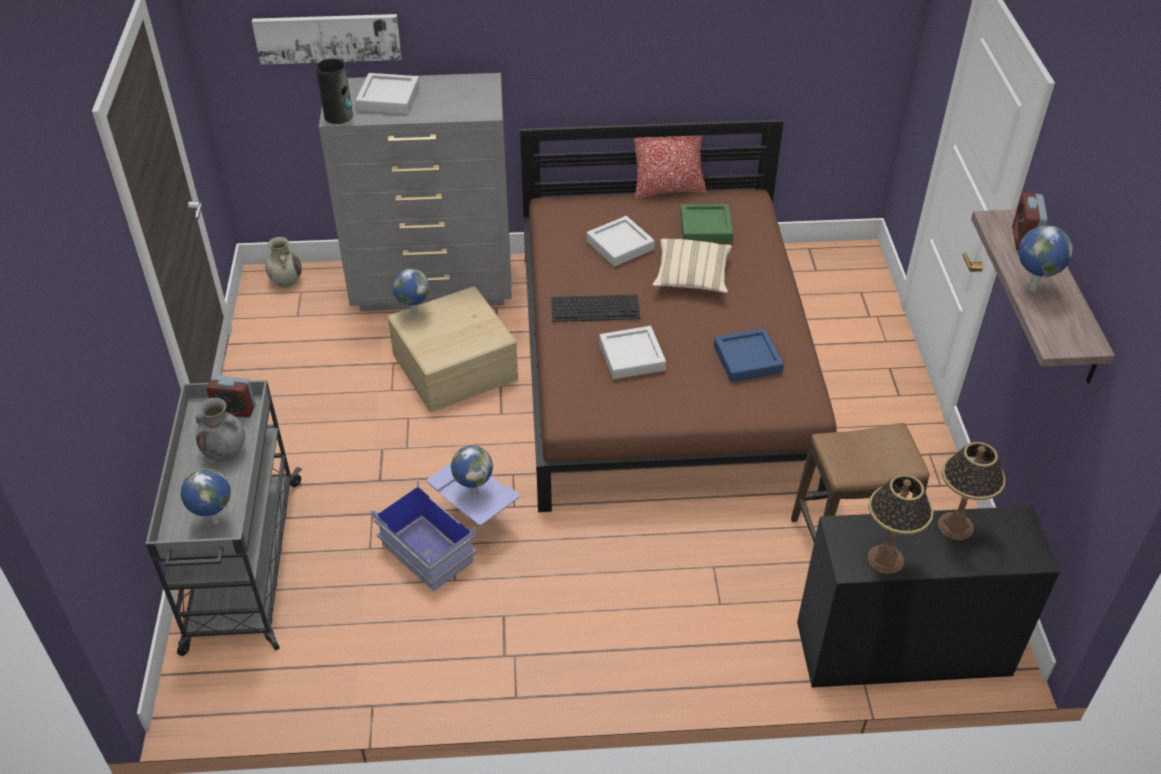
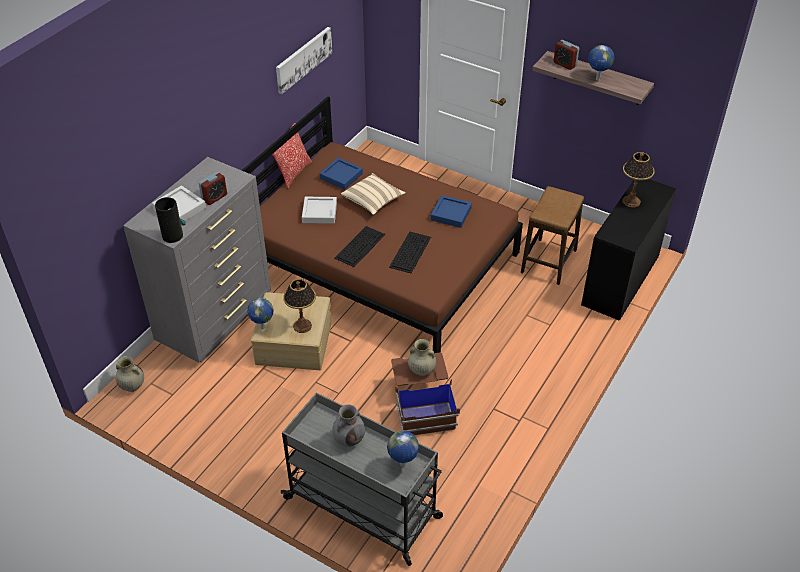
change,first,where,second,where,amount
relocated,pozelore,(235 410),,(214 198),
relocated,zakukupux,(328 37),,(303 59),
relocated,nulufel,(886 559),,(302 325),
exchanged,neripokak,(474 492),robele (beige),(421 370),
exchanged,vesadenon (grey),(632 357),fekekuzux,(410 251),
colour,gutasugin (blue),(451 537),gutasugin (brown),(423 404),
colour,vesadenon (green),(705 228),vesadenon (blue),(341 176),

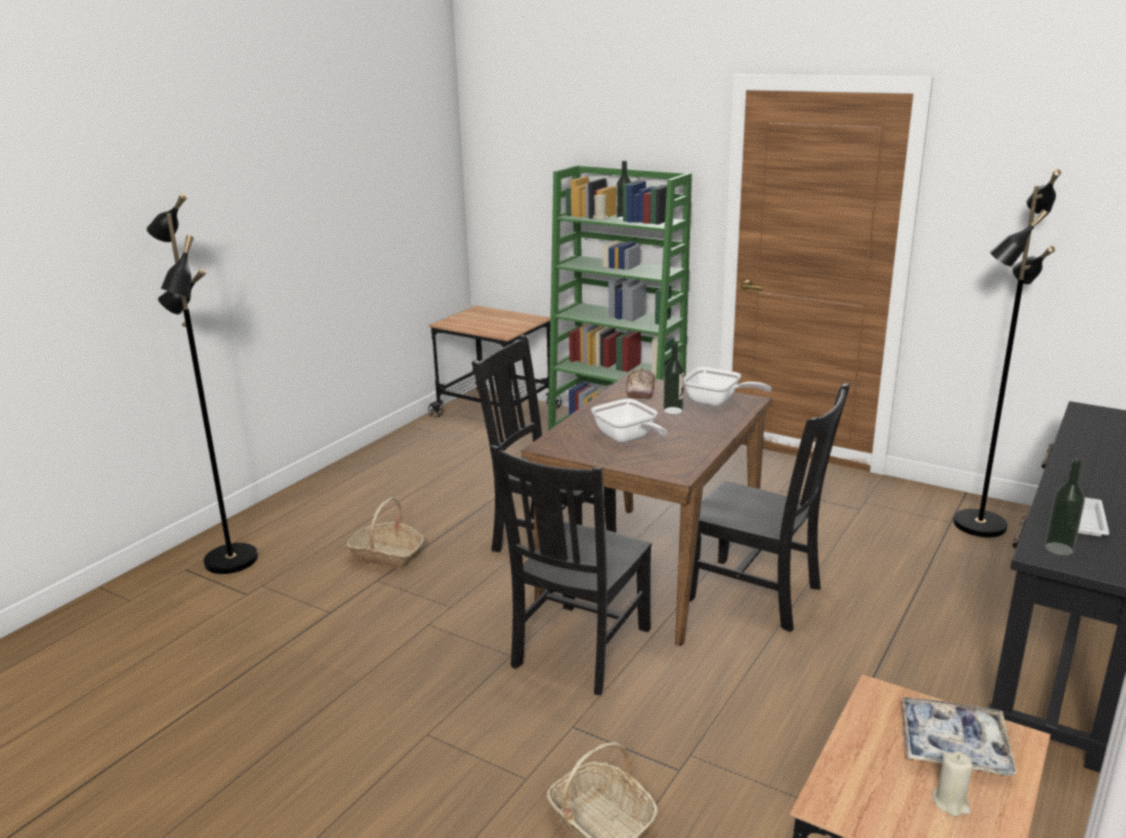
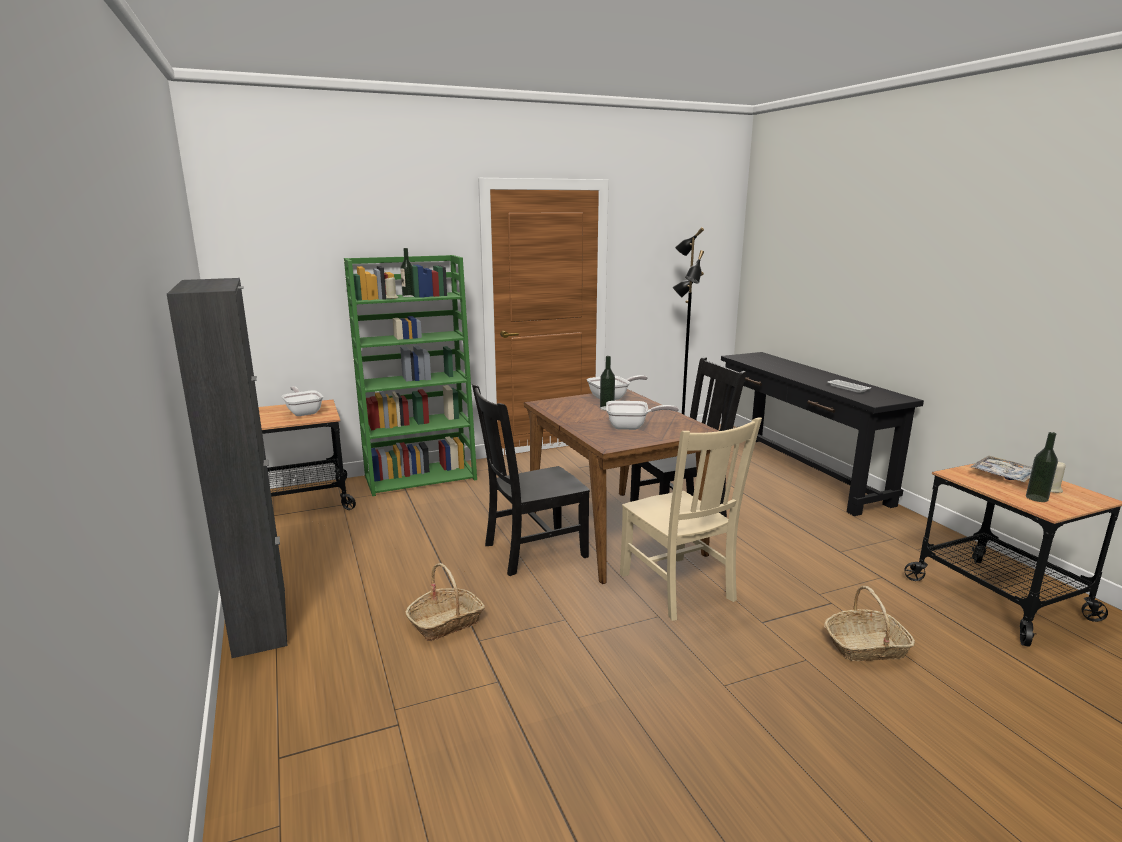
change,first,where,second,where,amount
missing,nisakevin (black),(229 560),,,
missing,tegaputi,(640 390),,,
appeared,,,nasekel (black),(260 621),
appeared,,,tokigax,(303 412),
relocated,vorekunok,(1058 549),,(1036 498),
colour,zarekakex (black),(579 650),zarekakex (beige),(678 589),

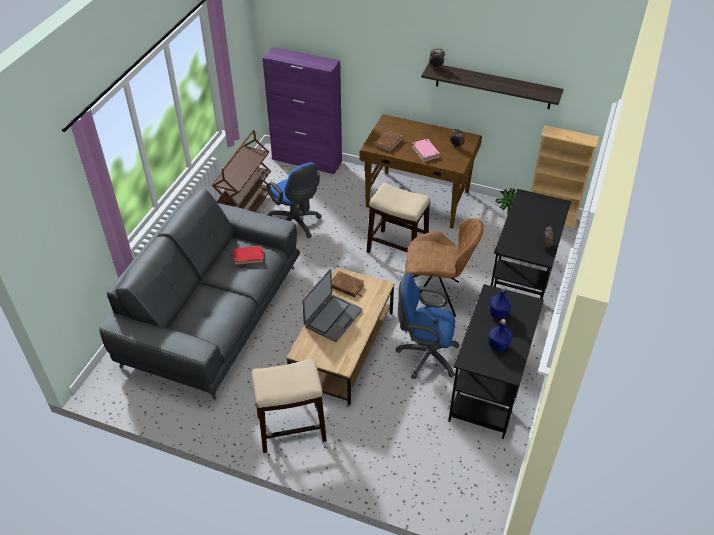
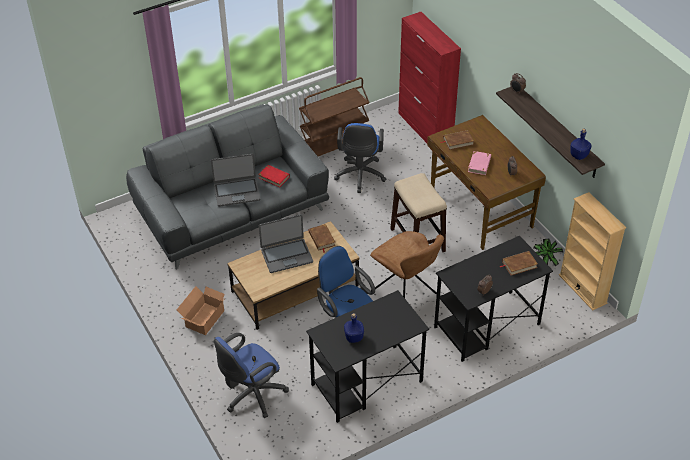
change,first,where,second,where,amount
appeared,,,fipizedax,(236 192),
appeared,,,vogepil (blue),(251 395),
appeared,,,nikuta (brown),(519 264),
relocated,vorekunok (blue),(498 313),,(579 155),
exchanged,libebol,(290 428),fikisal,(203 319),
colour,nasekel (purple),(307 160),nasekel (red),(425 129),

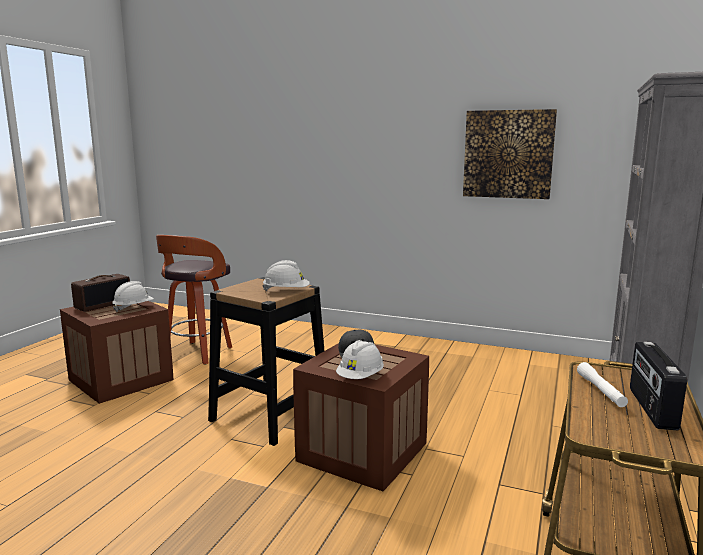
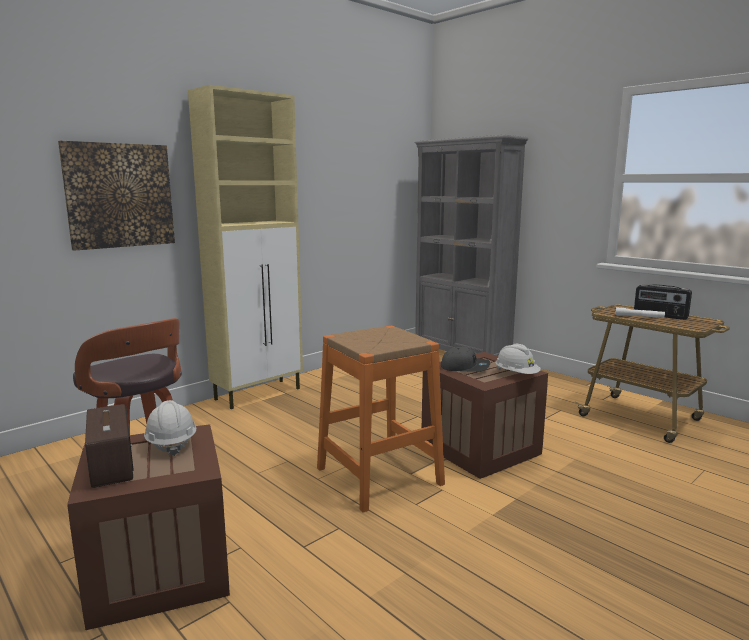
change,first,where,second,where,amount
missing,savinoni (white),(286 292),,,
appeared,,,nasekel (beige),(259 393),
relocated,zakukupux,(508 154),,(119 195),
colour,libebol (black),(270 414),libebol (orange),(379 476),

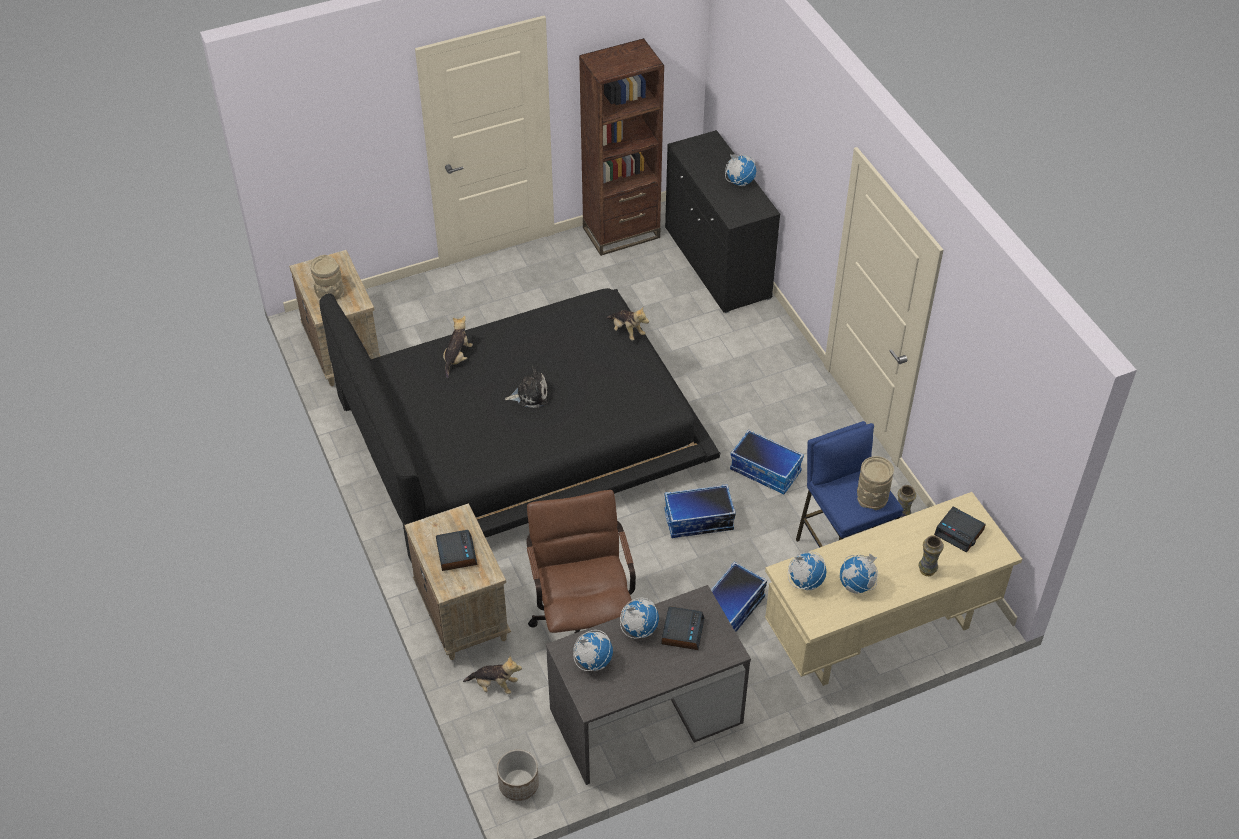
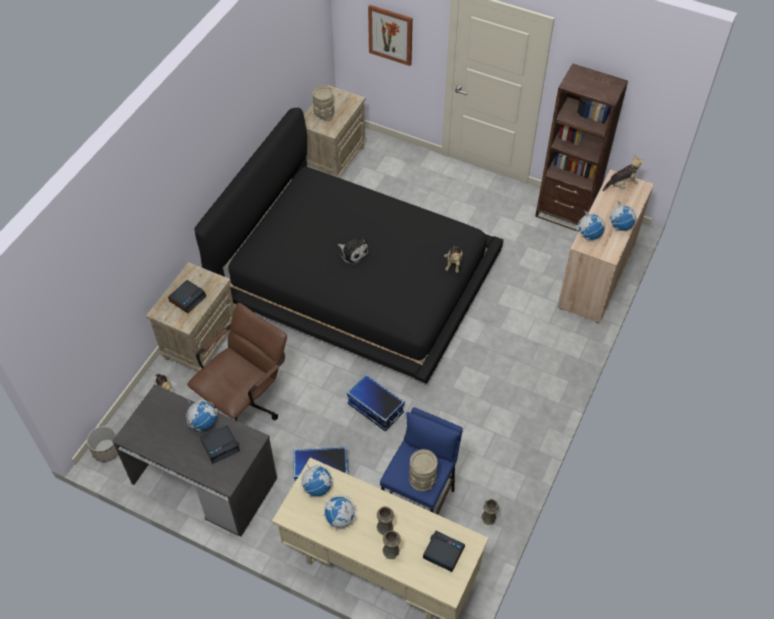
change,first,where,second,where,amount
missing,gutasugin,(766 470),,,
appeared,,,zakukupux,(390 34),
appeared,,,robele,(385 529),
relocated,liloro,(457 358),,(621 184),
relocated,neripokak,(593 661),,(589 235),
colour,nasekel (black),(717 263),nasekel (beige),(596 276),
spun,pozelore,(959 532),,(443 552),120 degrees clockwise

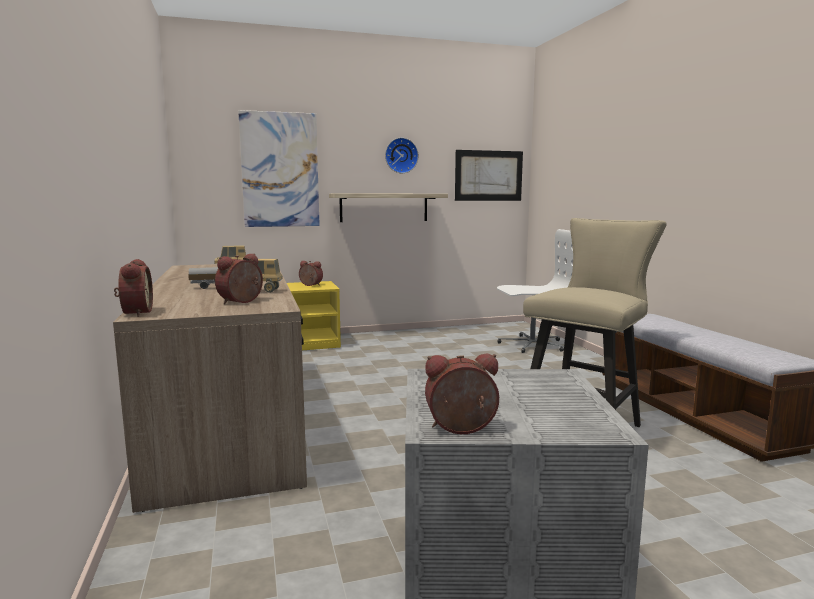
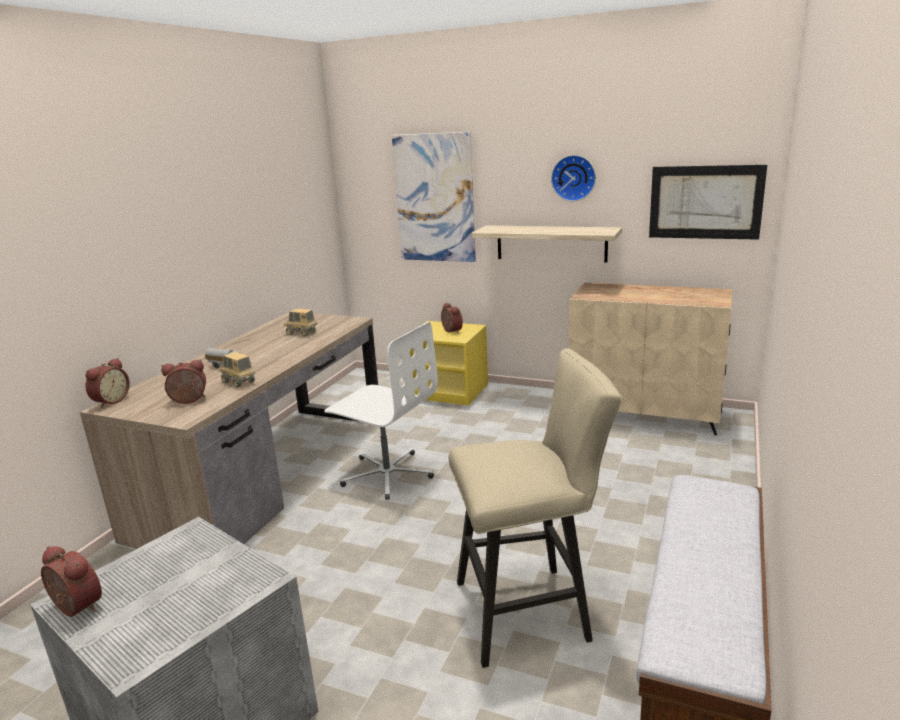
change,first,where,second,where,amount
appeared,,,nasekel (beige),(645 413),
relocated,vogepil (white),(531 344),,(387 474),

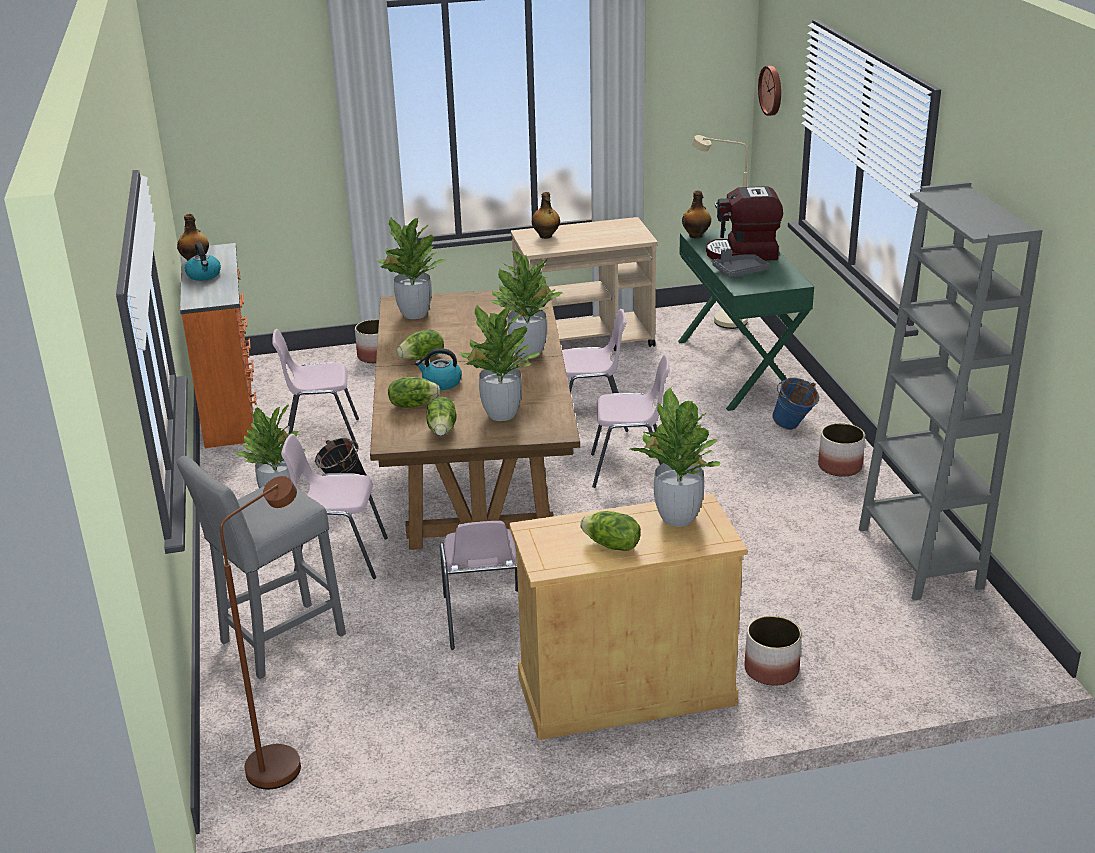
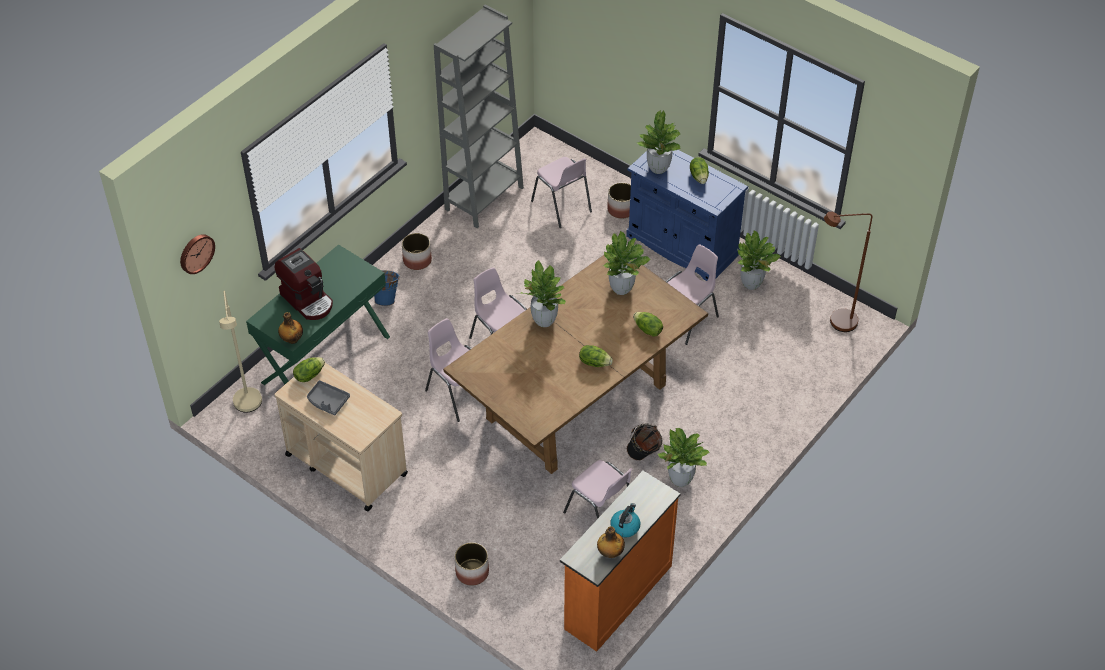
change,first,where,second,where,amount
missing,libebol (grey),(277 641),,,
missing,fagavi,(441 383),,,
missing,vorekunok,(546 236),,,
relocated,zarekakex (pink),(339 557),,(562 207),
relocated,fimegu,(414 314),,(751 284),
relocated,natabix,(443 430),,(309 375),
relocated,vesadenon (grey),(739 271),,(327 401),
colour,nasekel (beige),(625 690),nasekel (blue),(682 245),

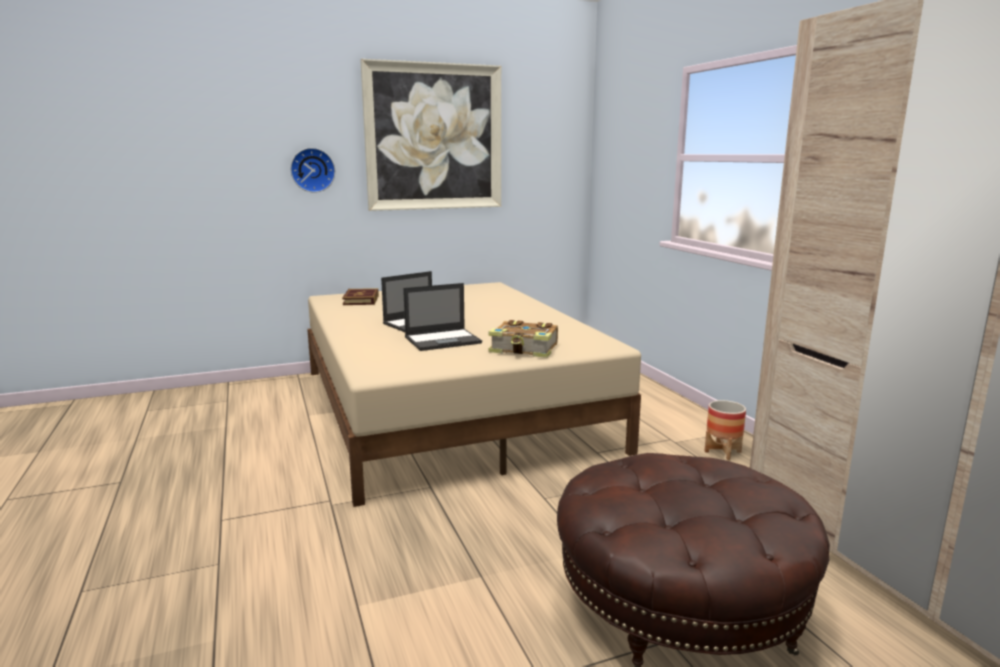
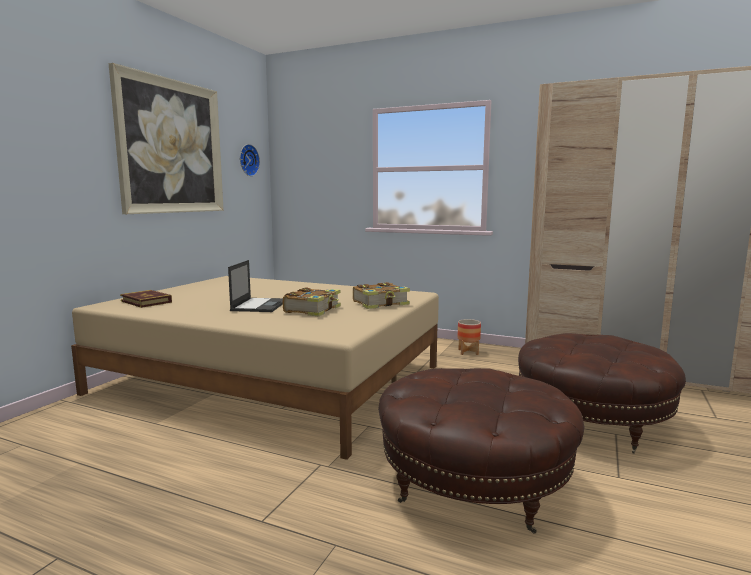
change,first,where,second,where,amount
appeared,,,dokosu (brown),(474 481),
relocated,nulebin,(312 170),,(247 160),
exchanged,fipizedax,(443 340),nikuta,(313 310),

